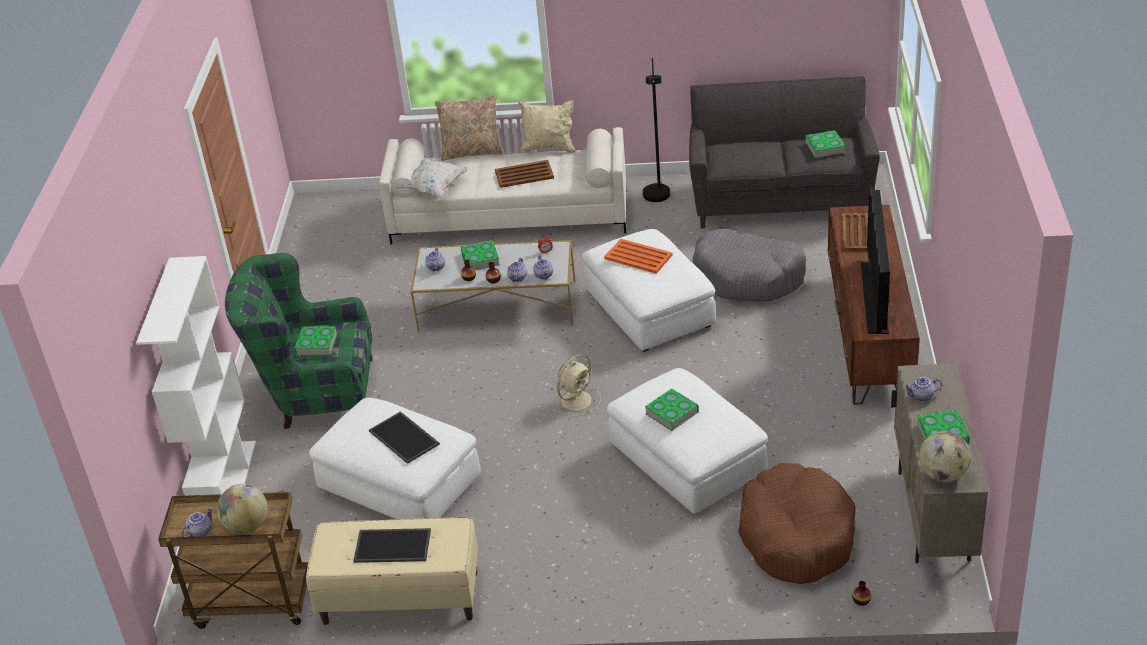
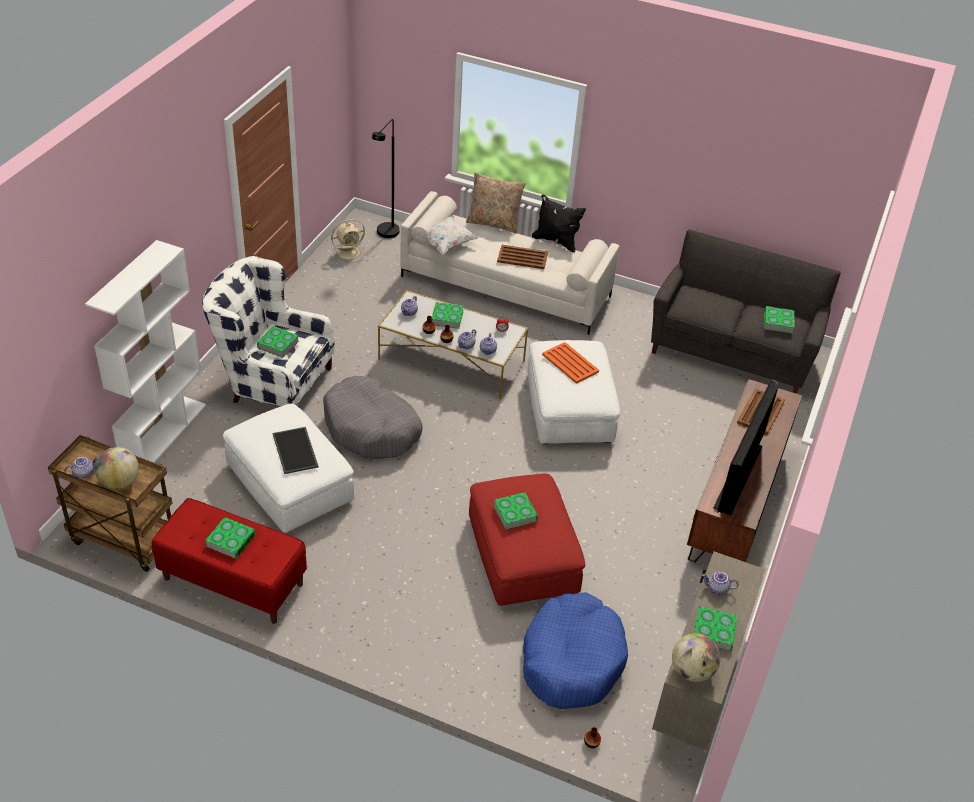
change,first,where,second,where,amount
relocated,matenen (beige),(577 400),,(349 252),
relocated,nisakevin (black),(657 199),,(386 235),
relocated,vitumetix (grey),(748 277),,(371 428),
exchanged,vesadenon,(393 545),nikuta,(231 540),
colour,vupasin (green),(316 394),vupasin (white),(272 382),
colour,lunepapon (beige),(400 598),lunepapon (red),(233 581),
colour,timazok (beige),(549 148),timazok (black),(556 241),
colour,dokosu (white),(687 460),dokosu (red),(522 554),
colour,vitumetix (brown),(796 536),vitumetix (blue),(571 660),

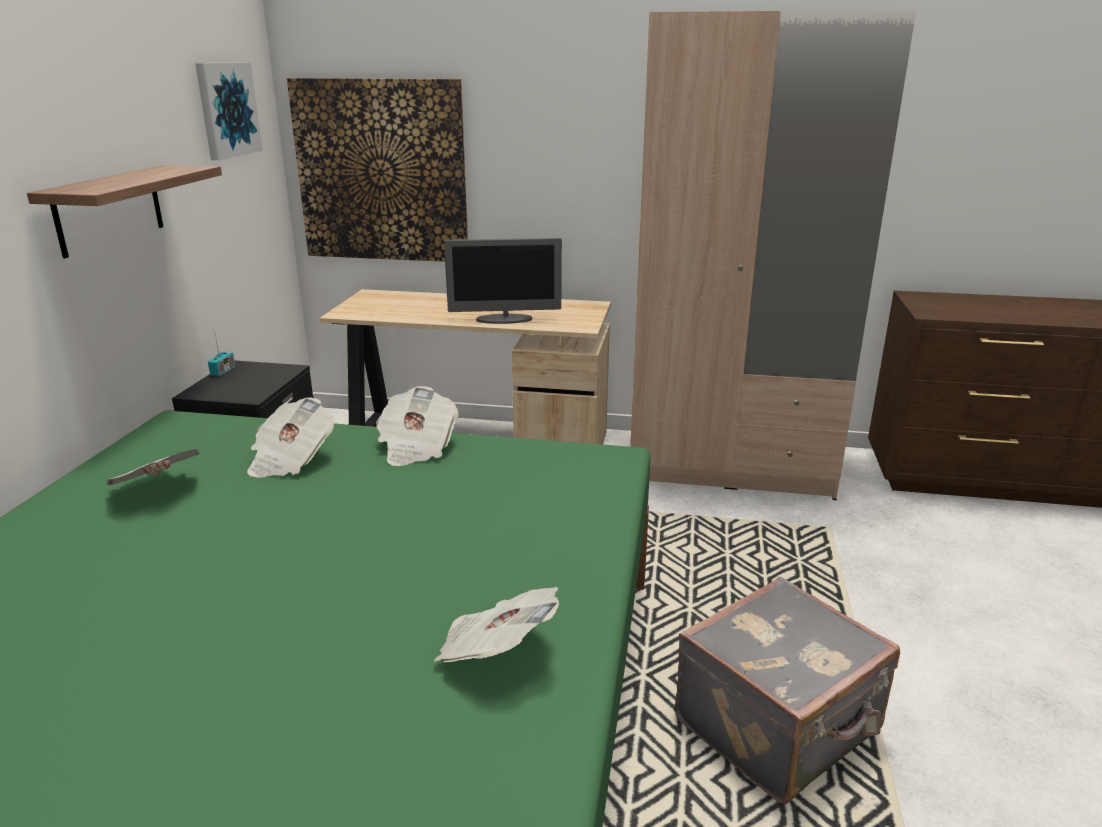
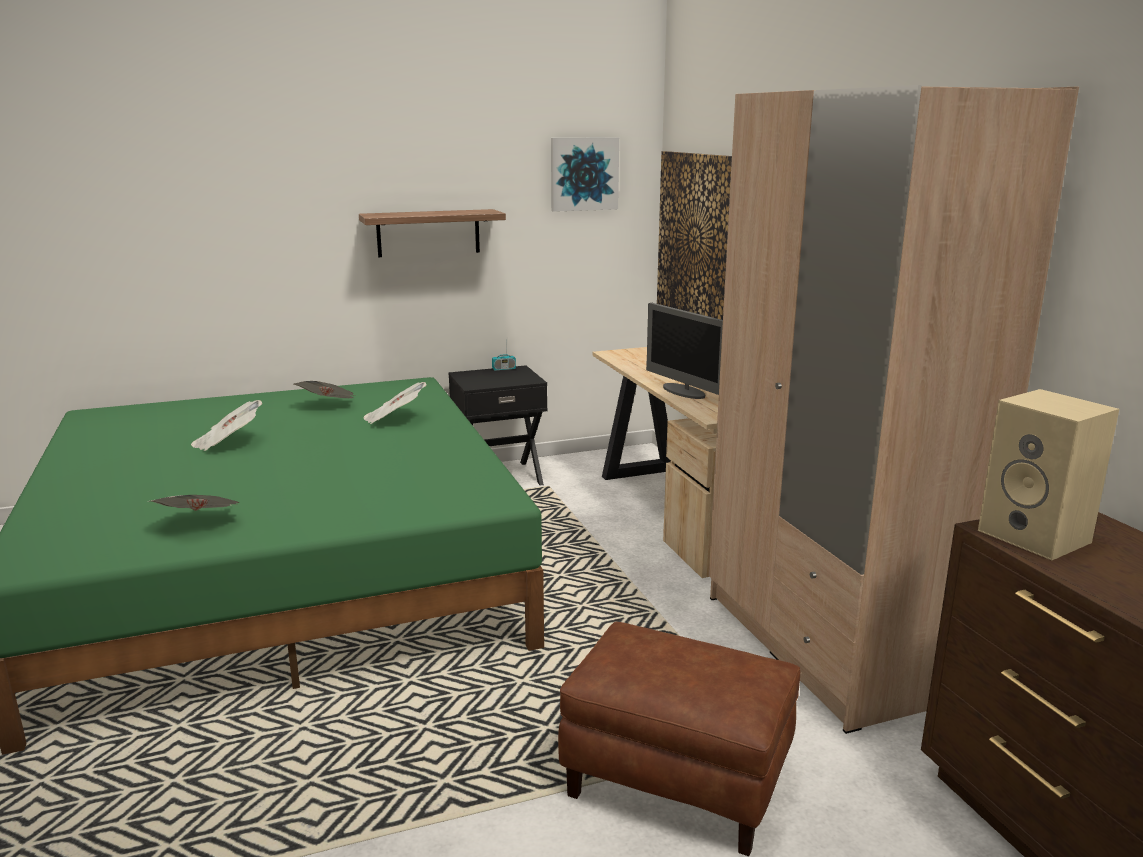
change,first,where,second,where,amount
missing,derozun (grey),(779 728),,,
appeared,,,dokosu (brown),(678 779),
appeared,,,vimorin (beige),(1037 537),
relocated,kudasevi,(416 447),,(228 443),

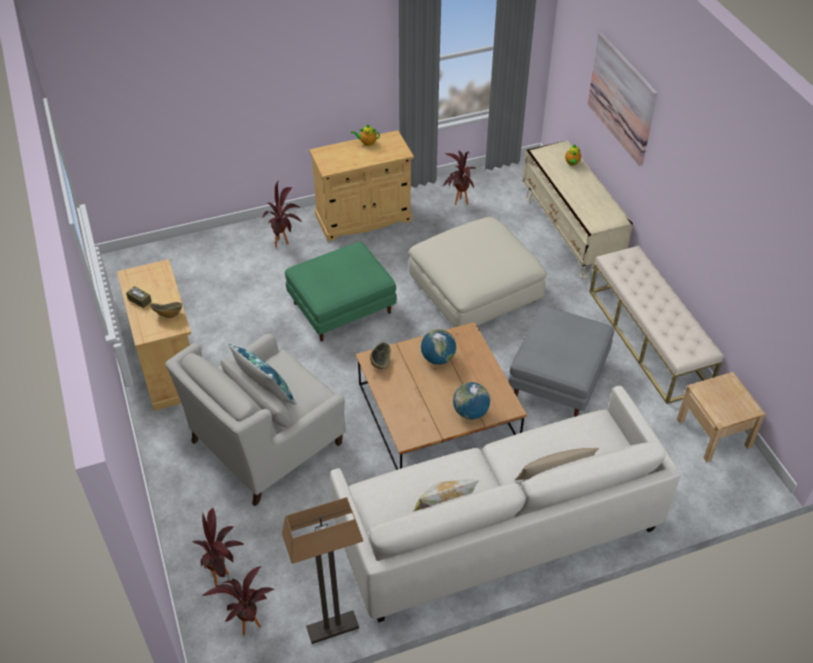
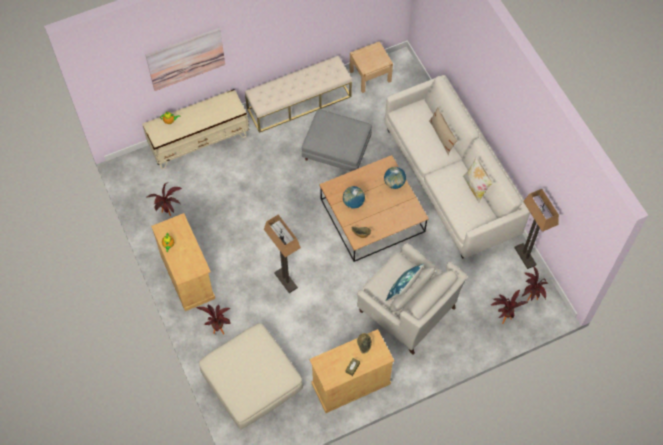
change,first,where,second,where,amount
relocated,dokosu (beige),(475 288),,(251 380),
exchanged,dokosu (green),(341 309),nisakevin,(286 280),

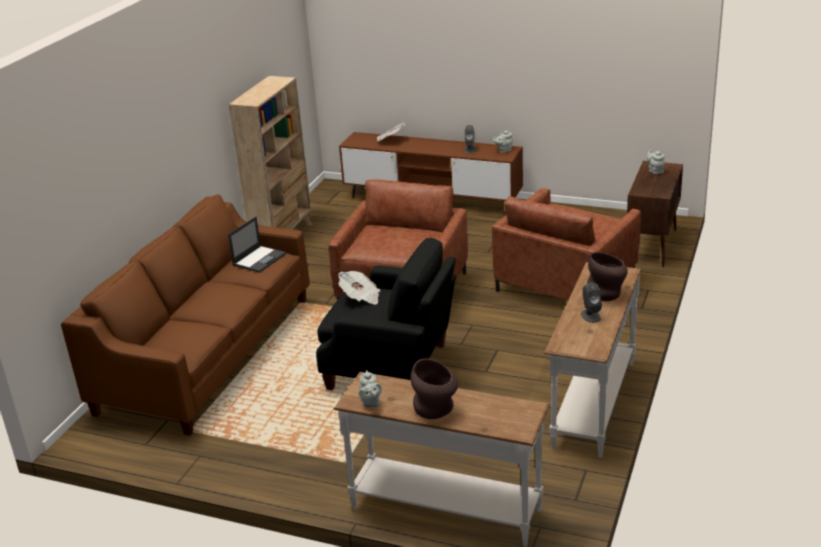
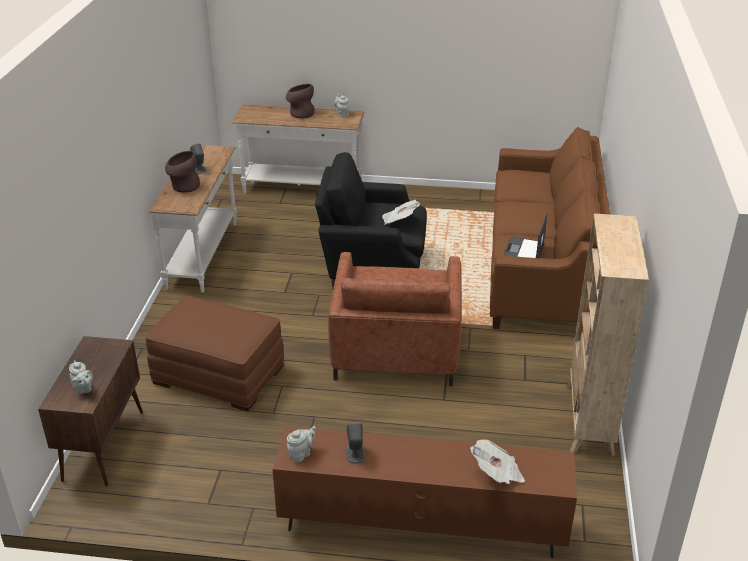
change,first,where,second,where,amount
exchanged,vupasin (brown),(565 283),dokosu (brown),(219 374),

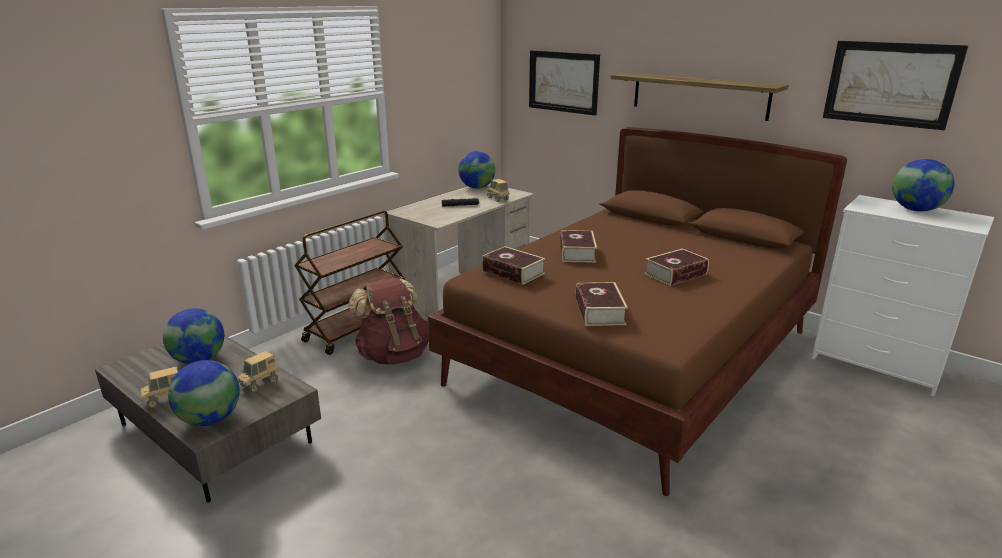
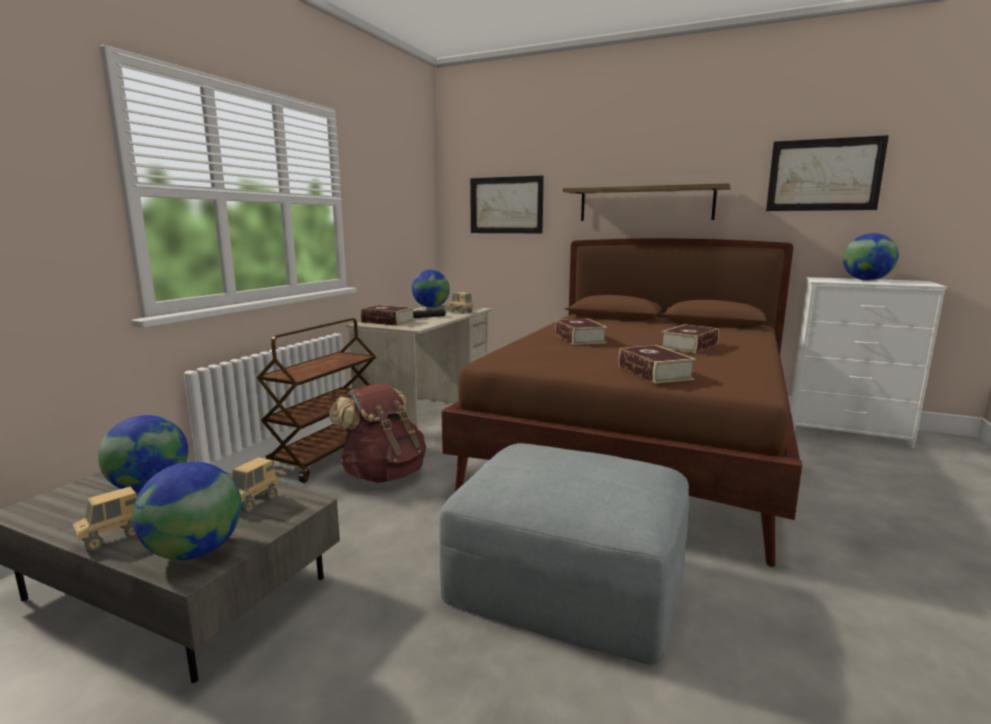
change,first,where,second,where,amount
appeared,,,dokosu (grey),(568 579),
relocated,nikuta,(513 272),,(388 321),

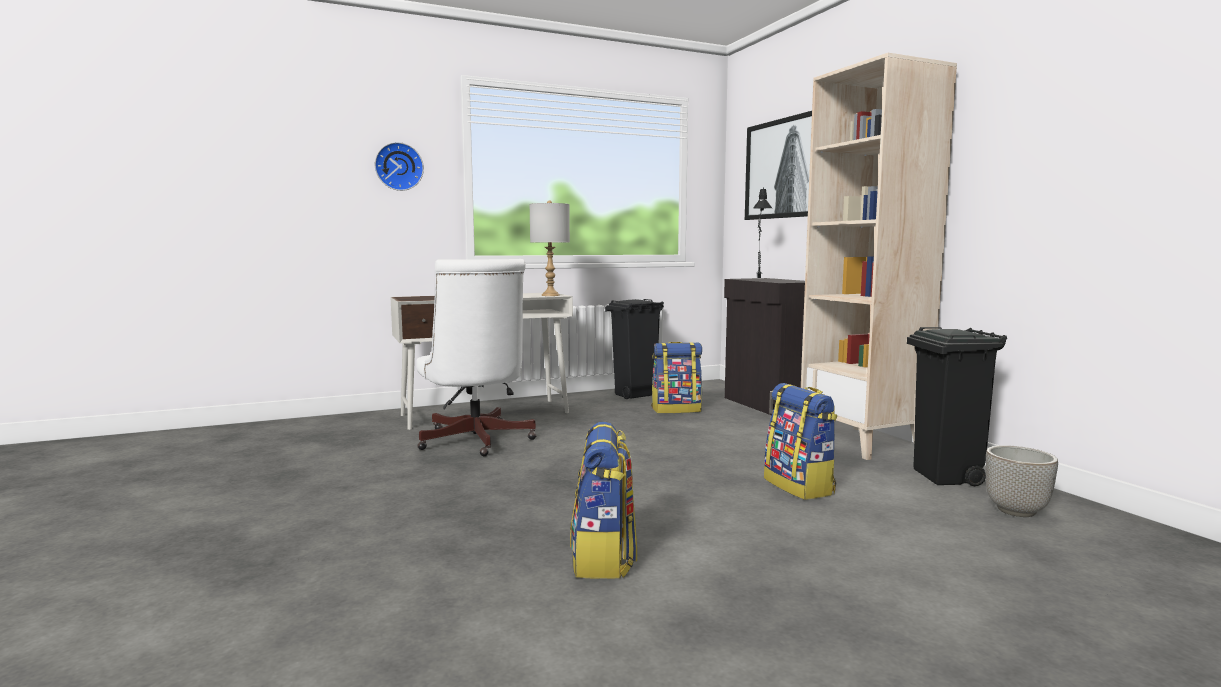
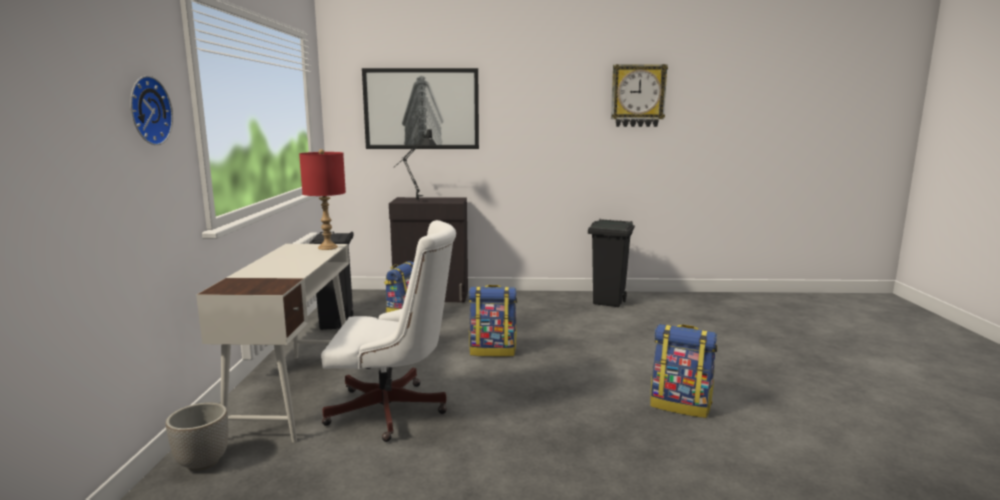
change,first,where,second,where,amount
missing,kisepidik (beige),(863 443),,,
appeared,,,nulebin,(638 96),
relocated,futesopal,(800 486),,(493 350),
relocated,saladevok,(1017 511),,(203 462),
colour,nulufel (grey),(550 295),nulufel (red),(327 247),

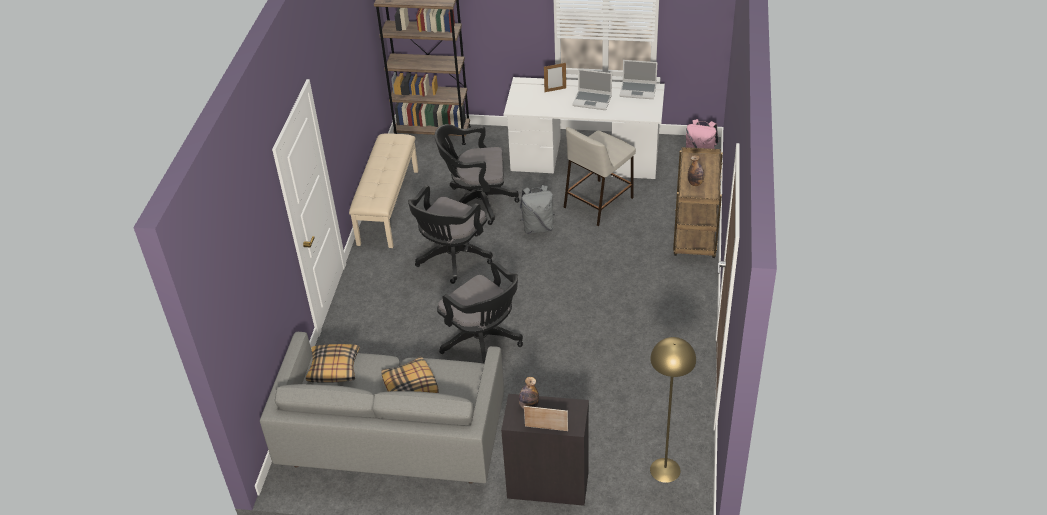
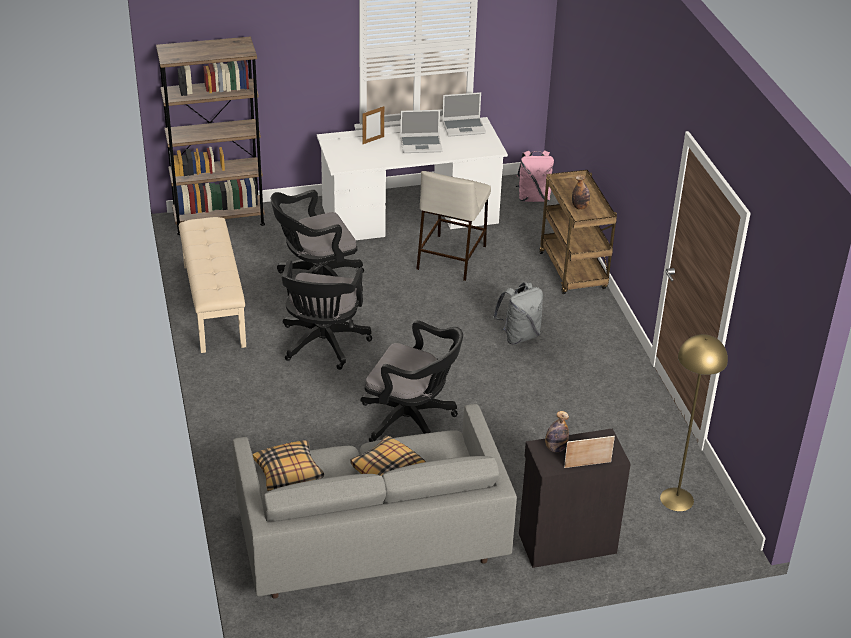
change,first,where,second,where,amount
relocated,futesopal (grey),(537 227),,(519 336),

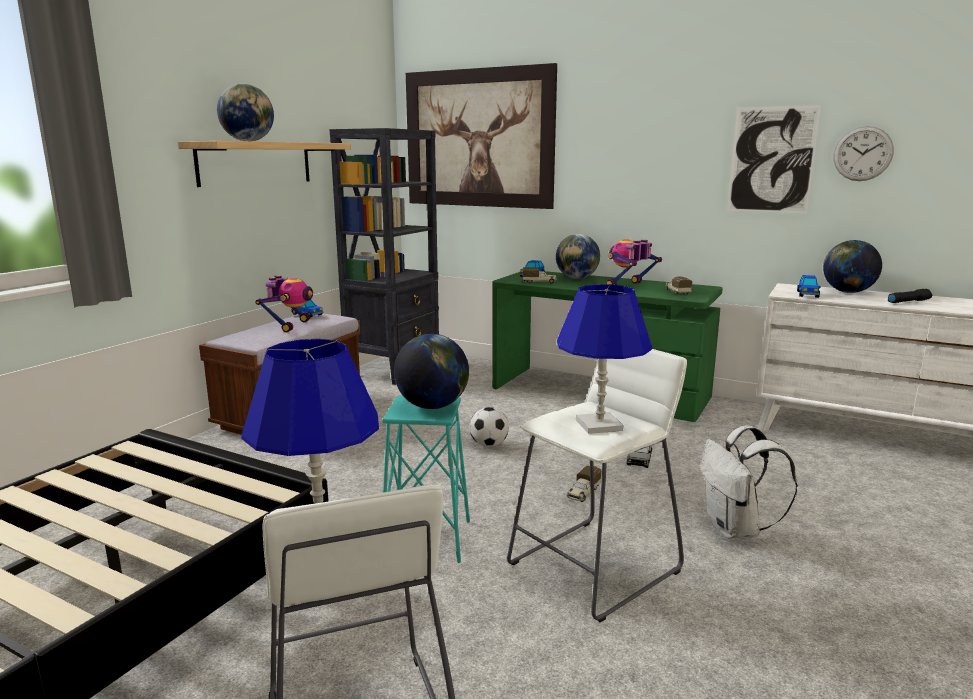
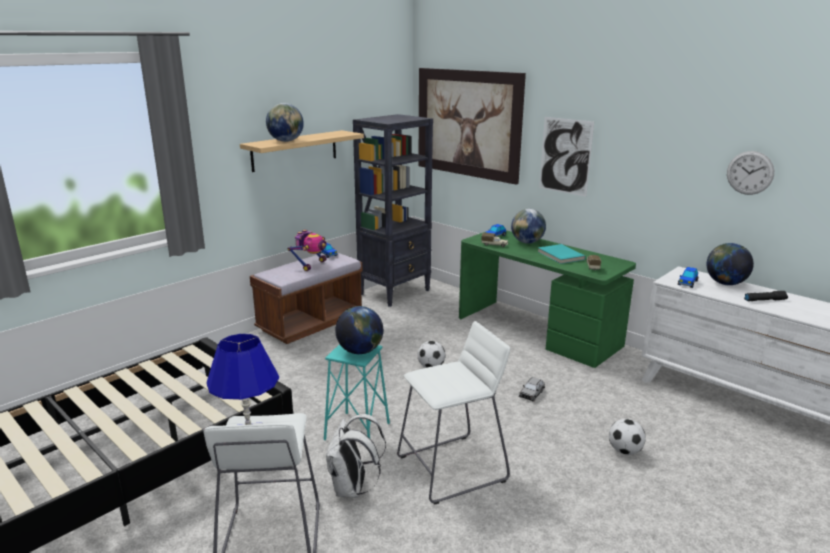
change,first,where,second,where,amount
missing,nulufel (blue),(599 425),,,
missing,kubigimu,(583 493),,,
appeared,,,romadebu,(624 451),
relocated,futesopal (white),(735 529),,(352 489),
relocated,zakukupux,(771 160),,(565 156),
exchanged,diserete,(628 286),nikuta (turquoise),(560 256),

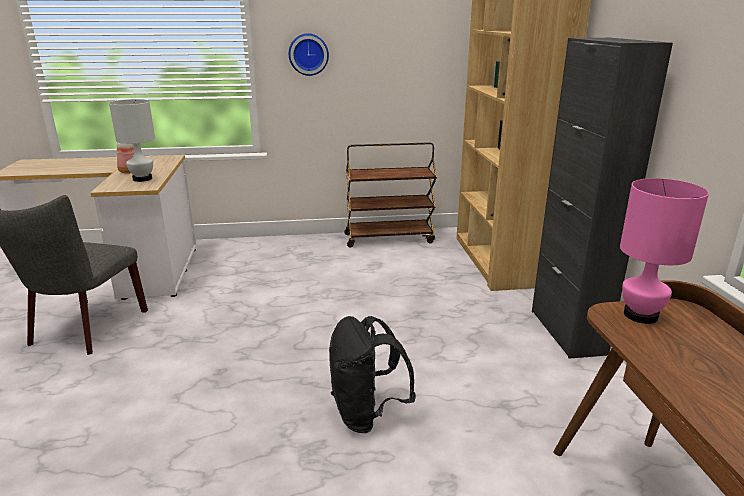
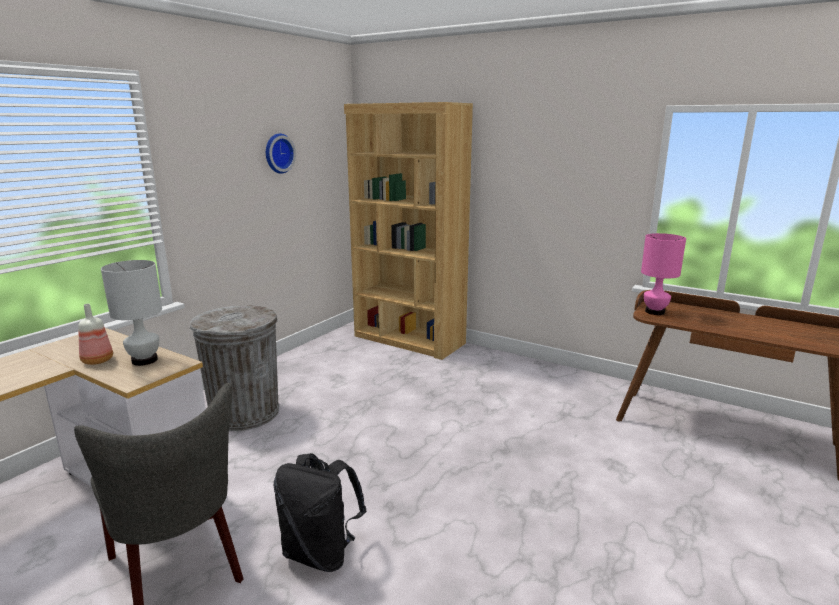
change,first,where,second,where,amount
missing,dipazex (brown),(389 238),,,
missing,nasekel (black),(567 332),,,
appeared,,,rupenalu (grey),(245 413),
relocated,nulebin,(308 54),,(278 153),
relocated,futesopal (black),(367 414),,(321 553),

